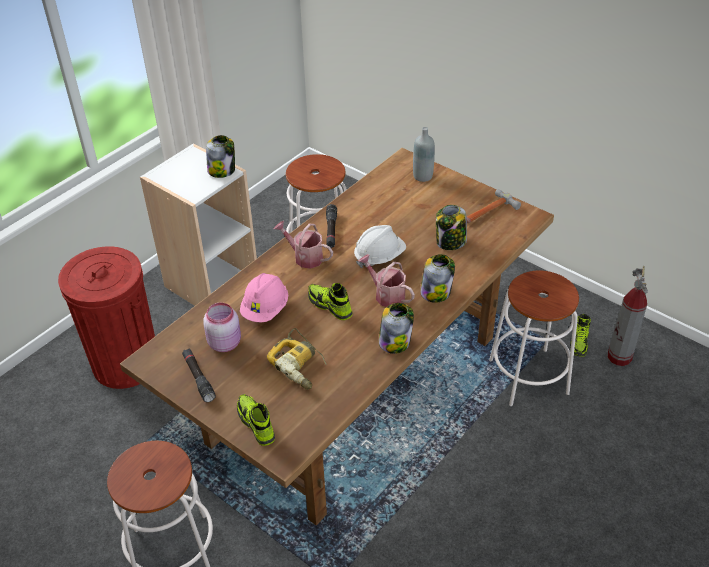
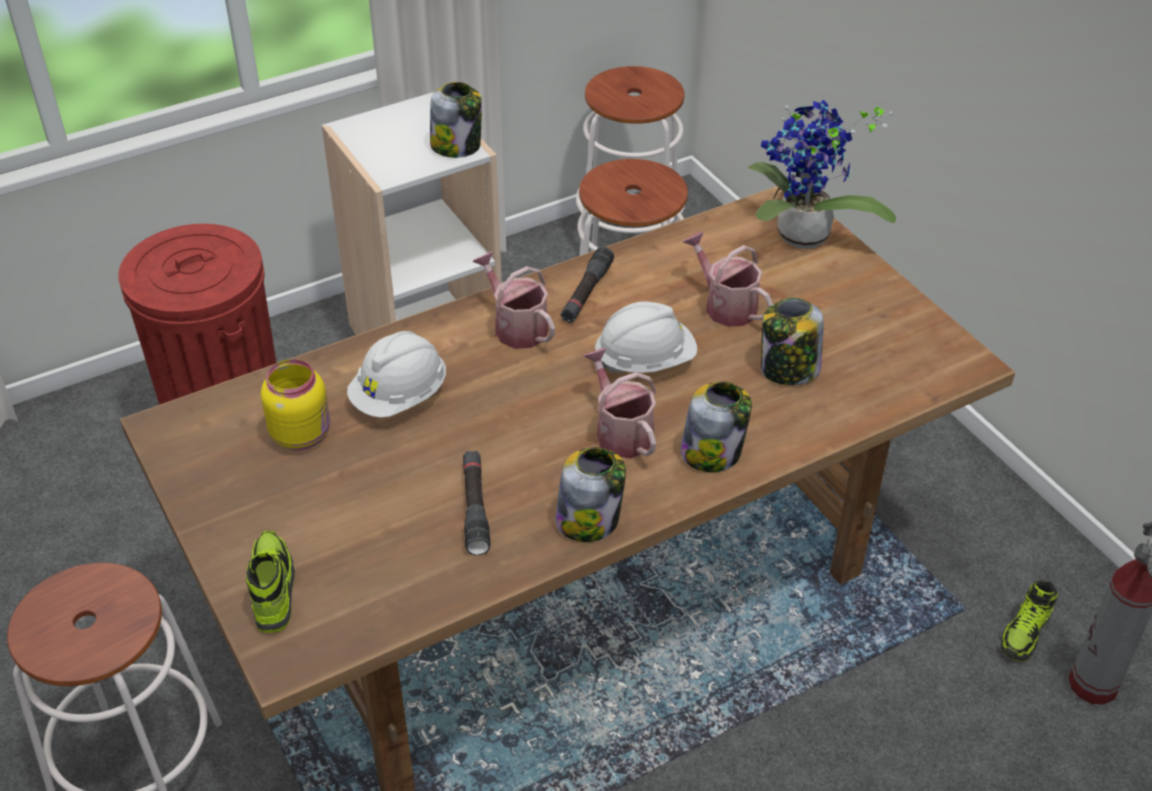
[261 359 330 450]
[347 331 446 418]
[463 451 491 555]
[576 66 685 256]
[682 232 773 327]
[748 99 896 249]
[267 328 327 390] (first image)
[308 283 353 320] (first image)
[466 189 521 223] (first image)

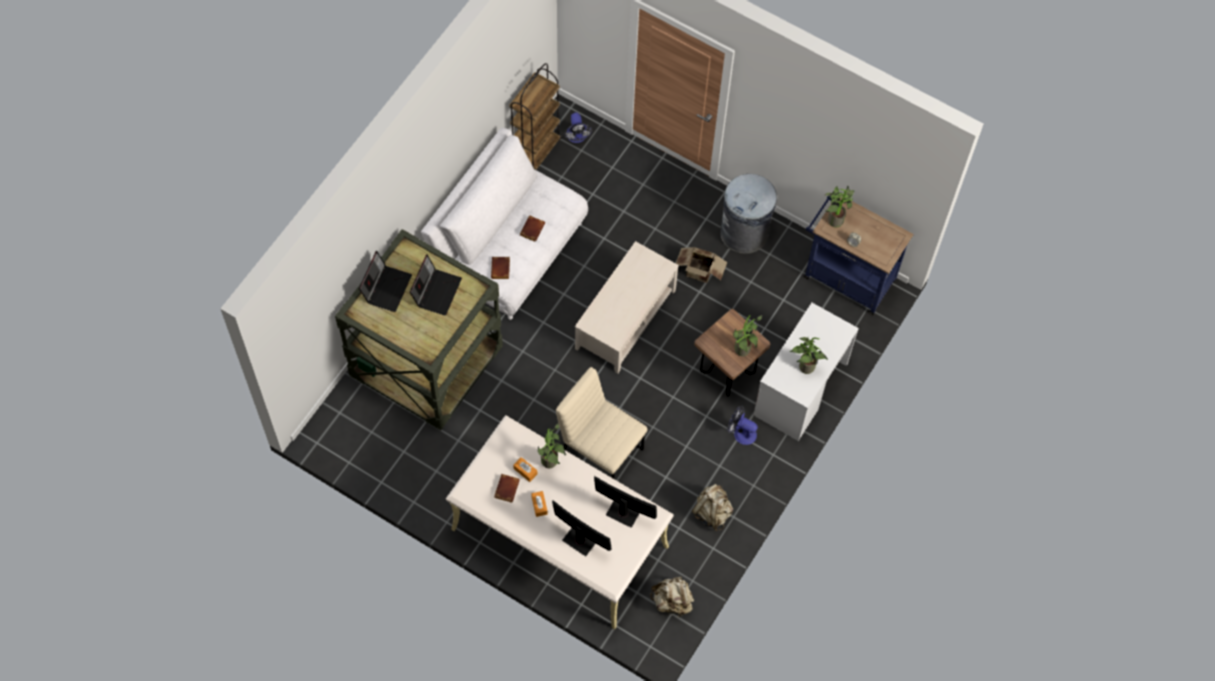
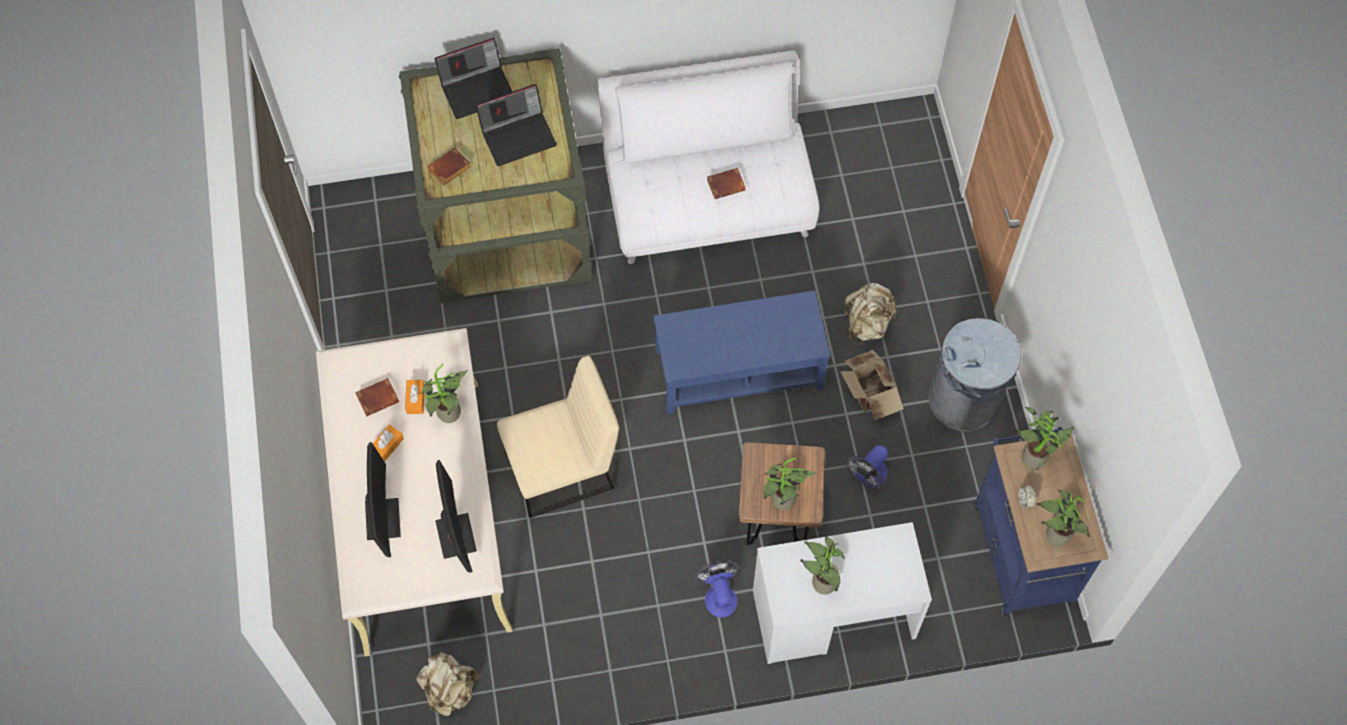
[427 147 471 186]
[497 355 619 518]
[653 291 830 414]
[845 283 897 345]
[846 445 888 488]
[1037 490 1090 547]
[509 63 562 170] (first image)

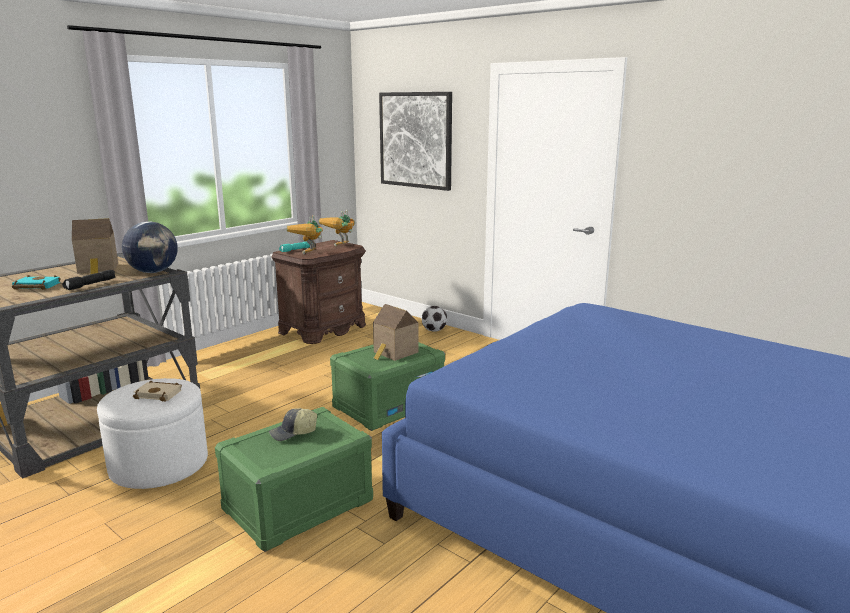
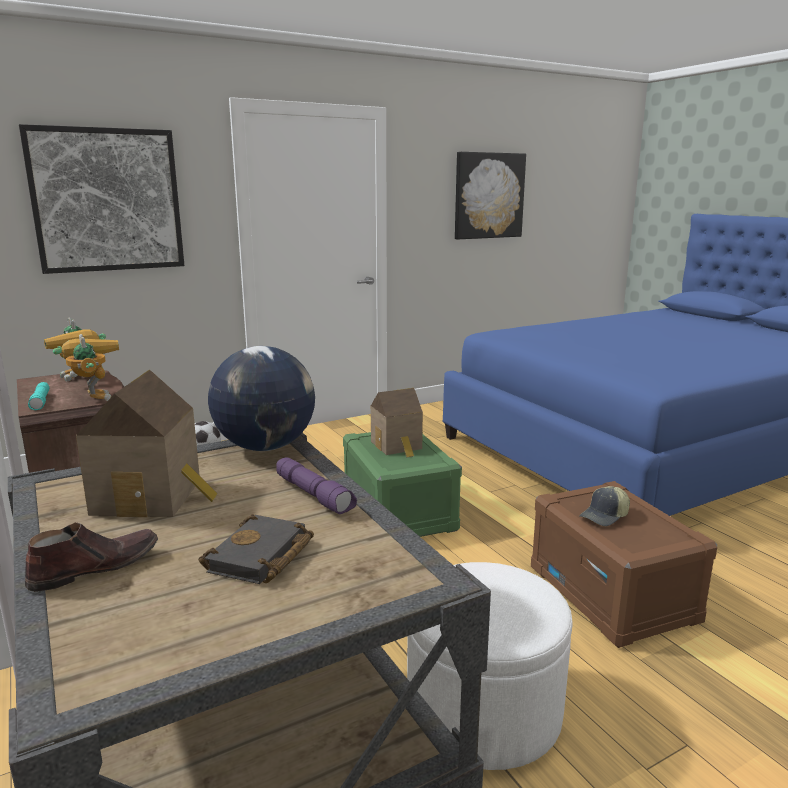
[25 522 158 592]
[53 334 119 401]
[199 514 314 584]
[276 457 357 514]
[455 152 526 239]
[531 481 717 648]
[579 486 630 526]
[133 380 182 402] (first image)

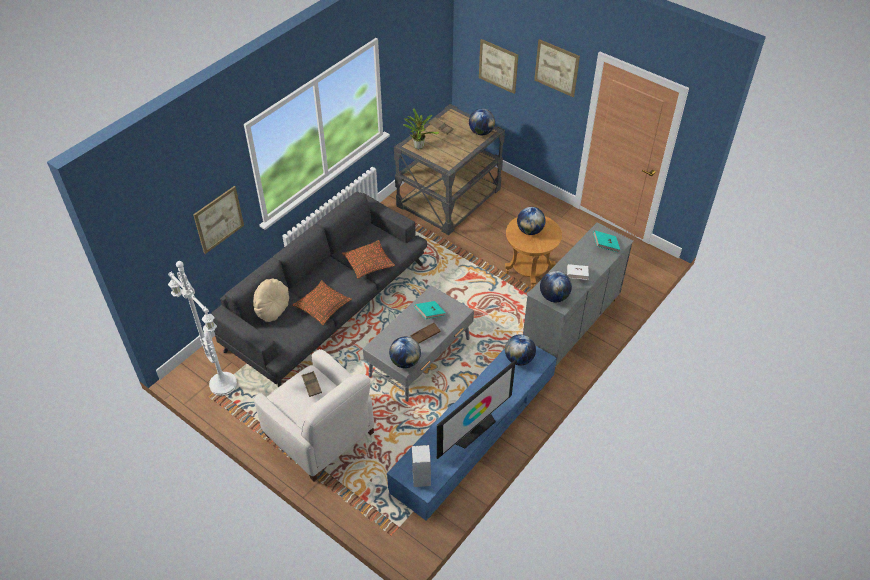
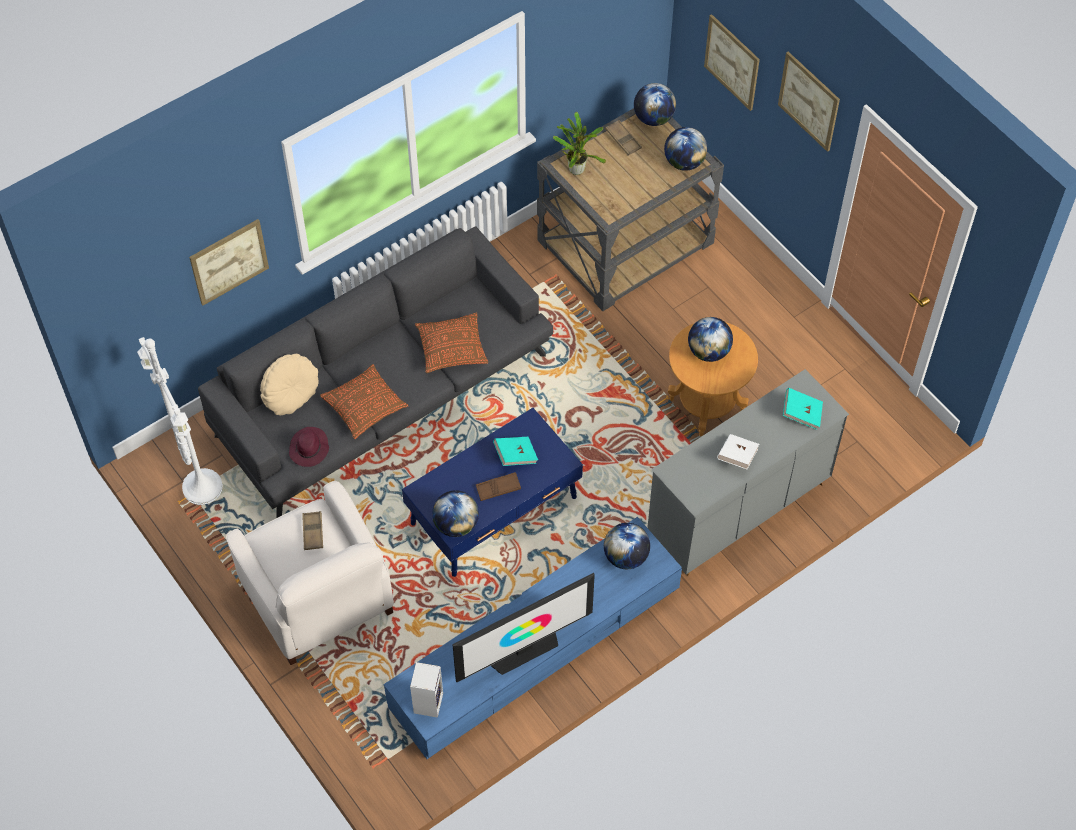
[289 427 329 467]
[402 408 583 577]
[634 83 676 126]

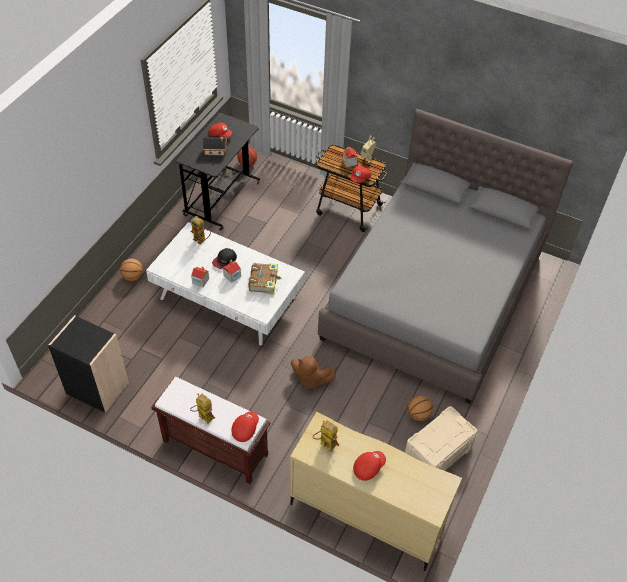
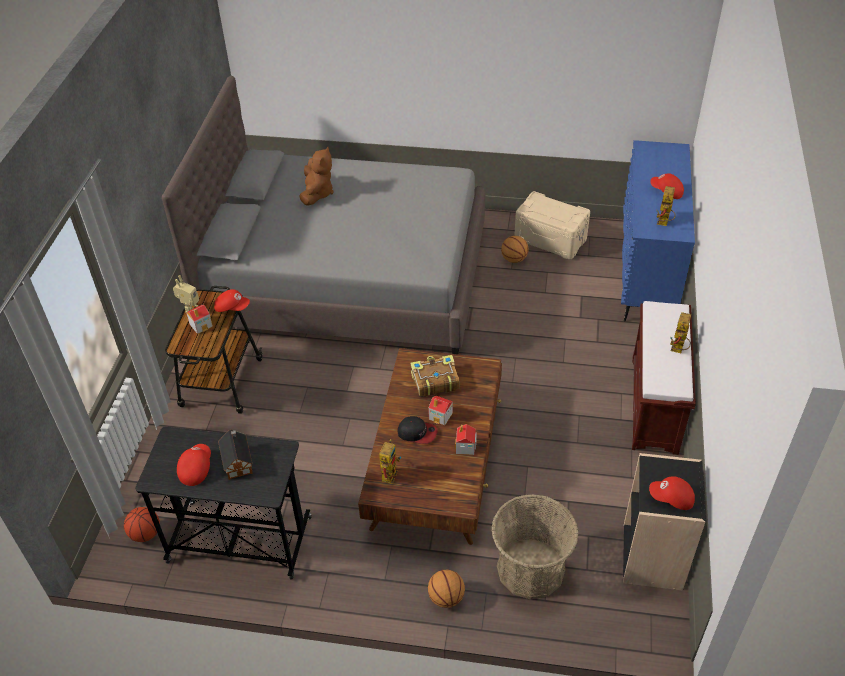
[299 147 333 206]
[358 348 502 545]
[491 494 579 599]
[621 140 695 321]
[649 476 695 510]

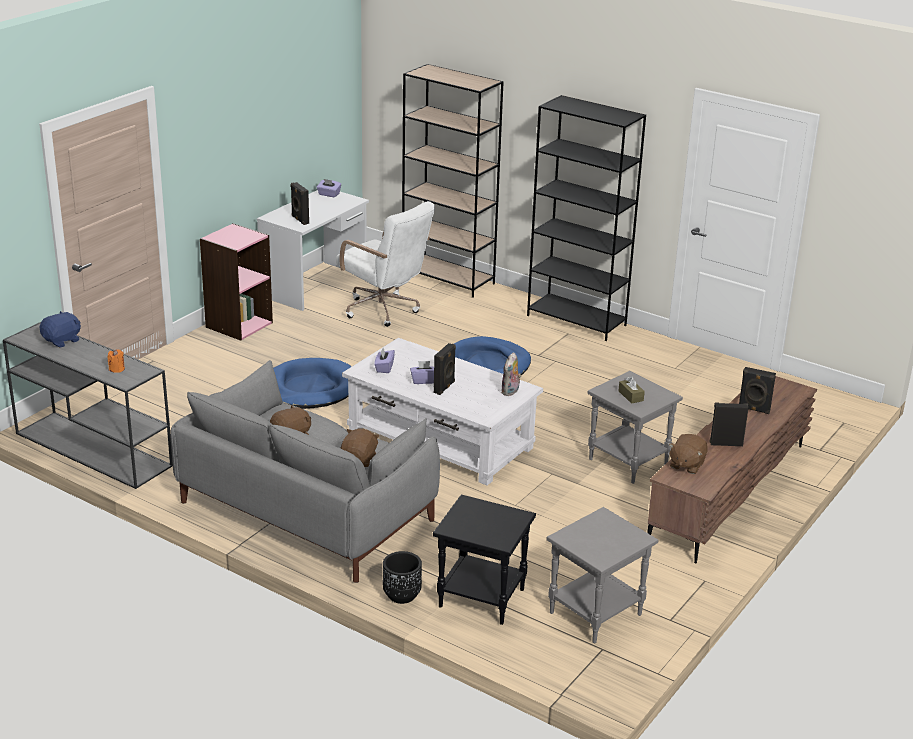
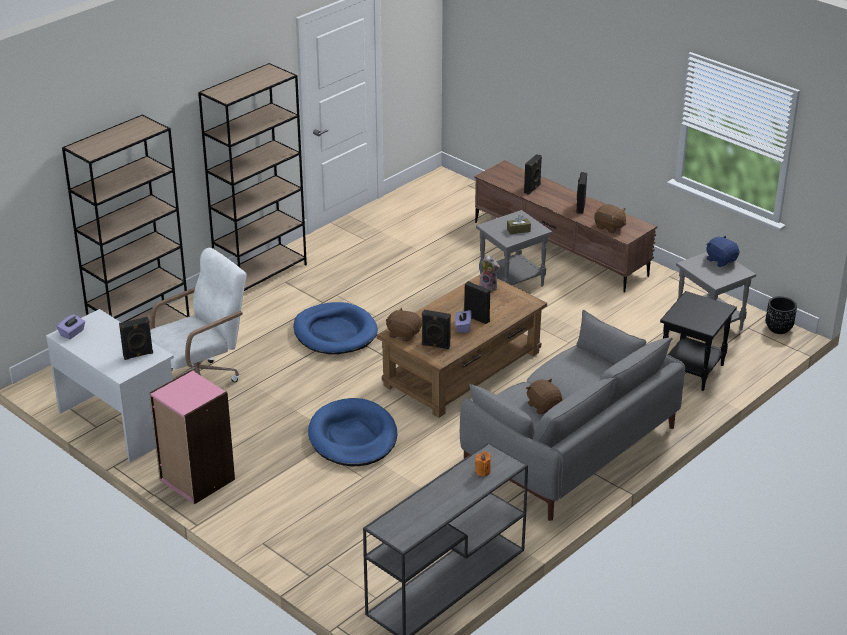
[198 63 307 291]
[376 274 547 418]
[386 307 422 342]
[422 310 451 350]
[706 236 739 267]
[765 296 797 334]

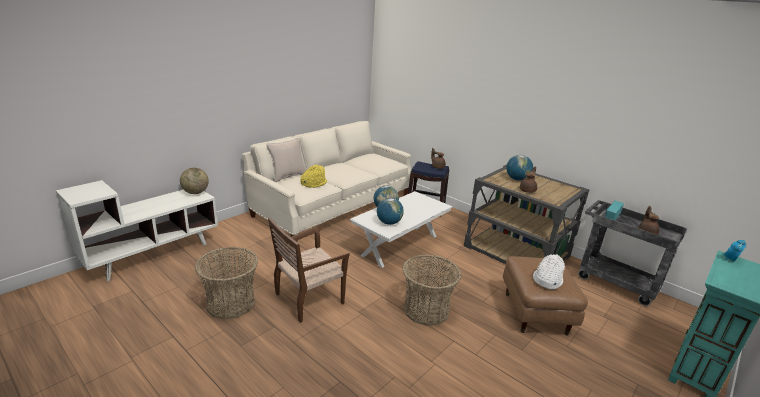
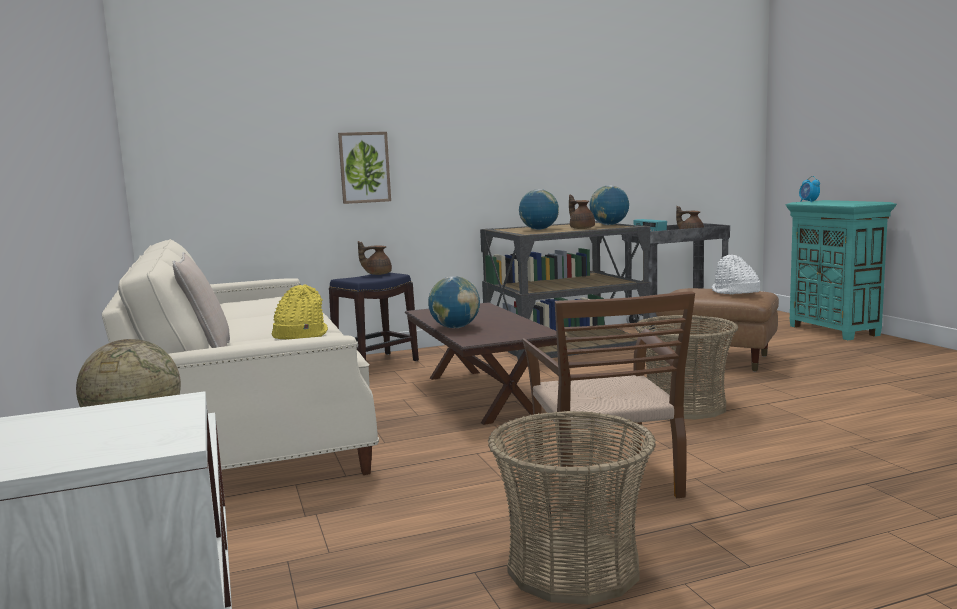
[338 132 391 204]
[405 302 566 425]
[590 185 629 225]

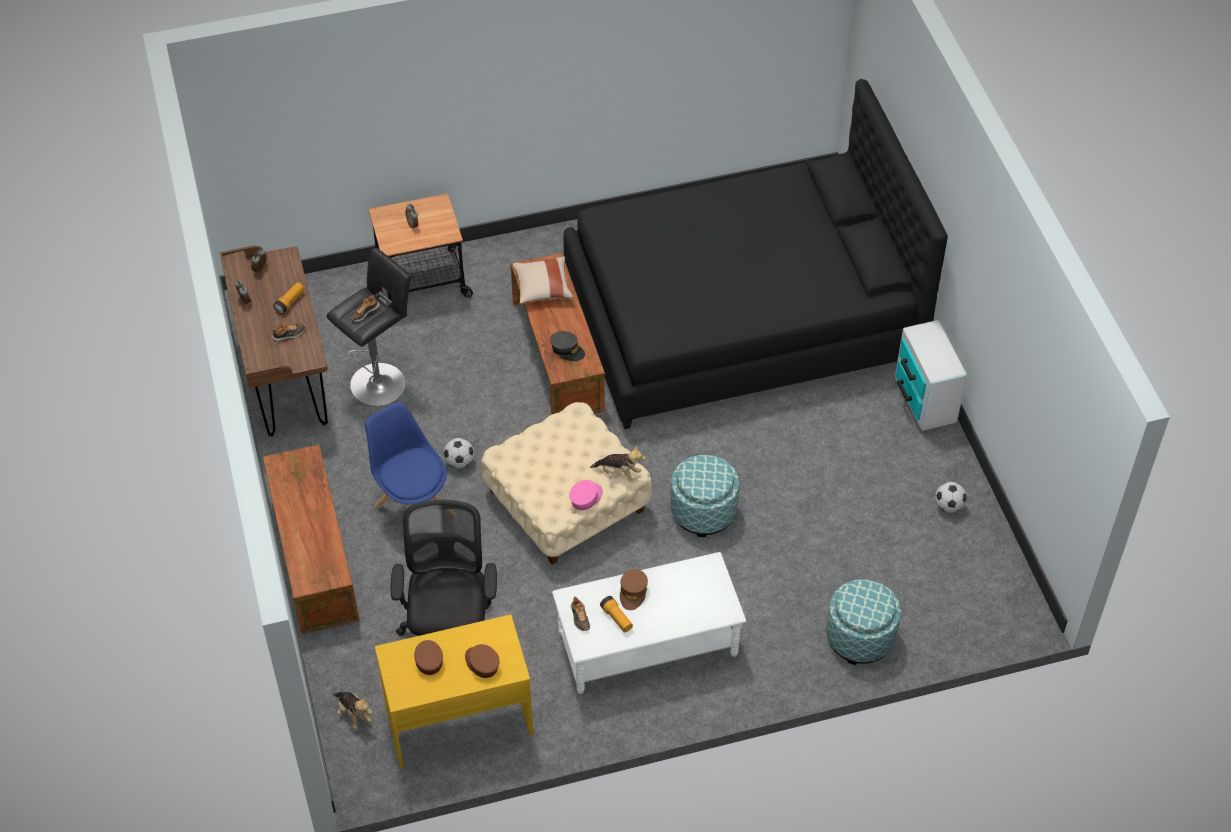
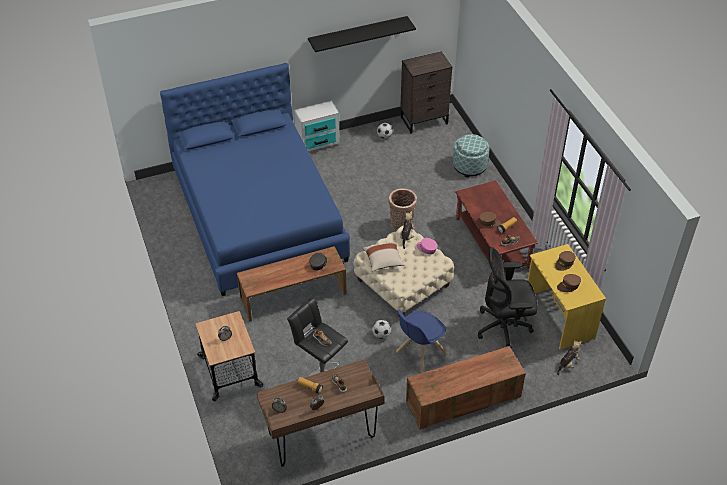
[160 63 350 296]
[308 16 416 52]
[363 241 404 272]
[389 188 417 231]
[400 51 452 133]
[455 181 538 279]

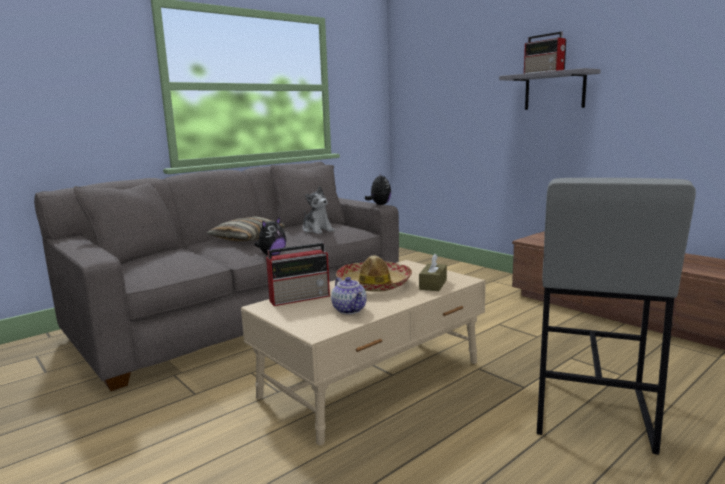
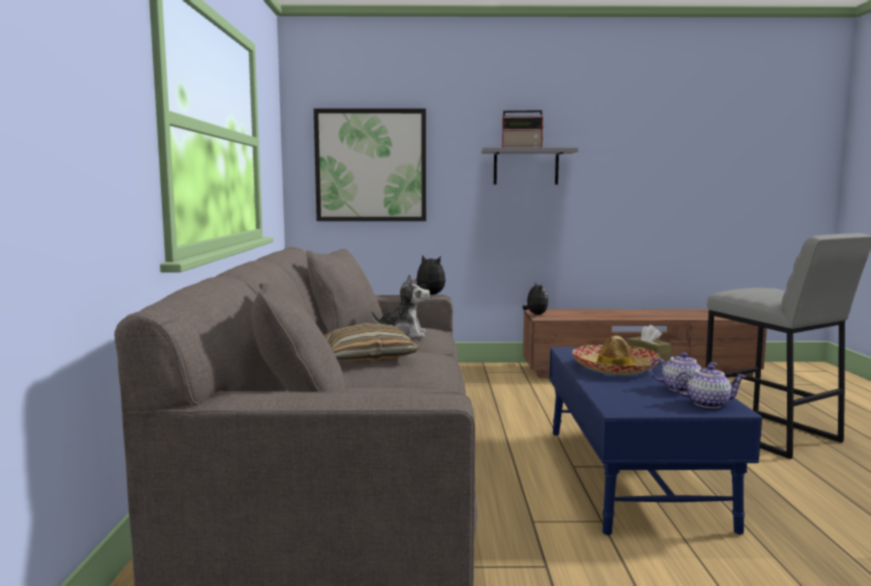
[314 108 426 221]
[523 283 549 315]
[549 347 762 535]
[673 364 746 408]
[266 243 330 306] (first image)

